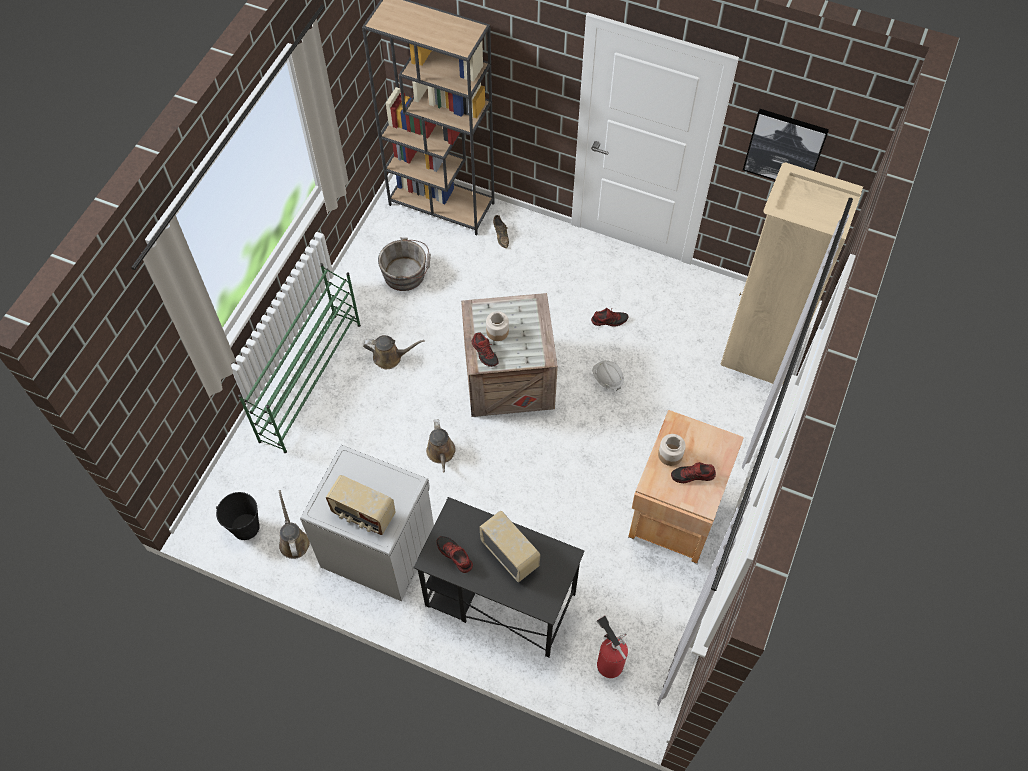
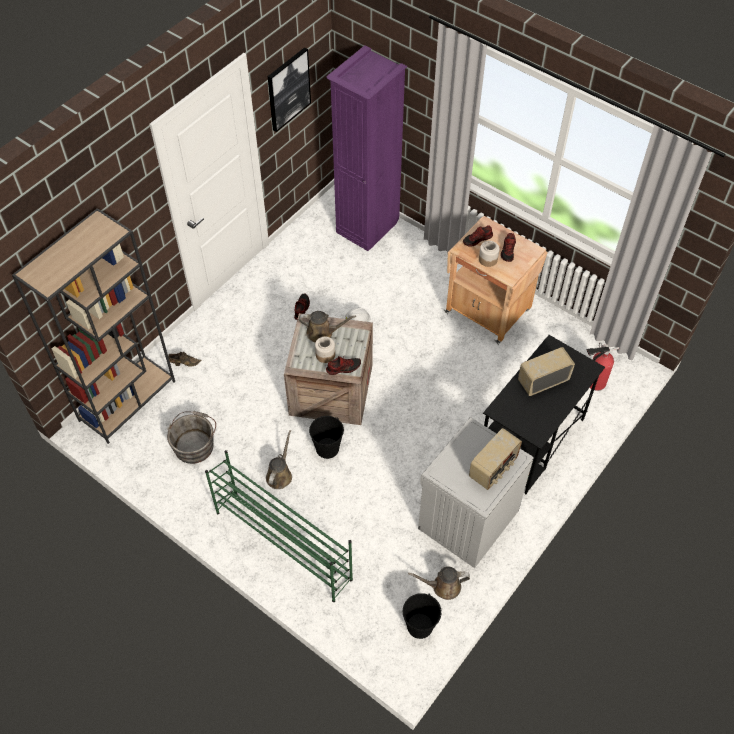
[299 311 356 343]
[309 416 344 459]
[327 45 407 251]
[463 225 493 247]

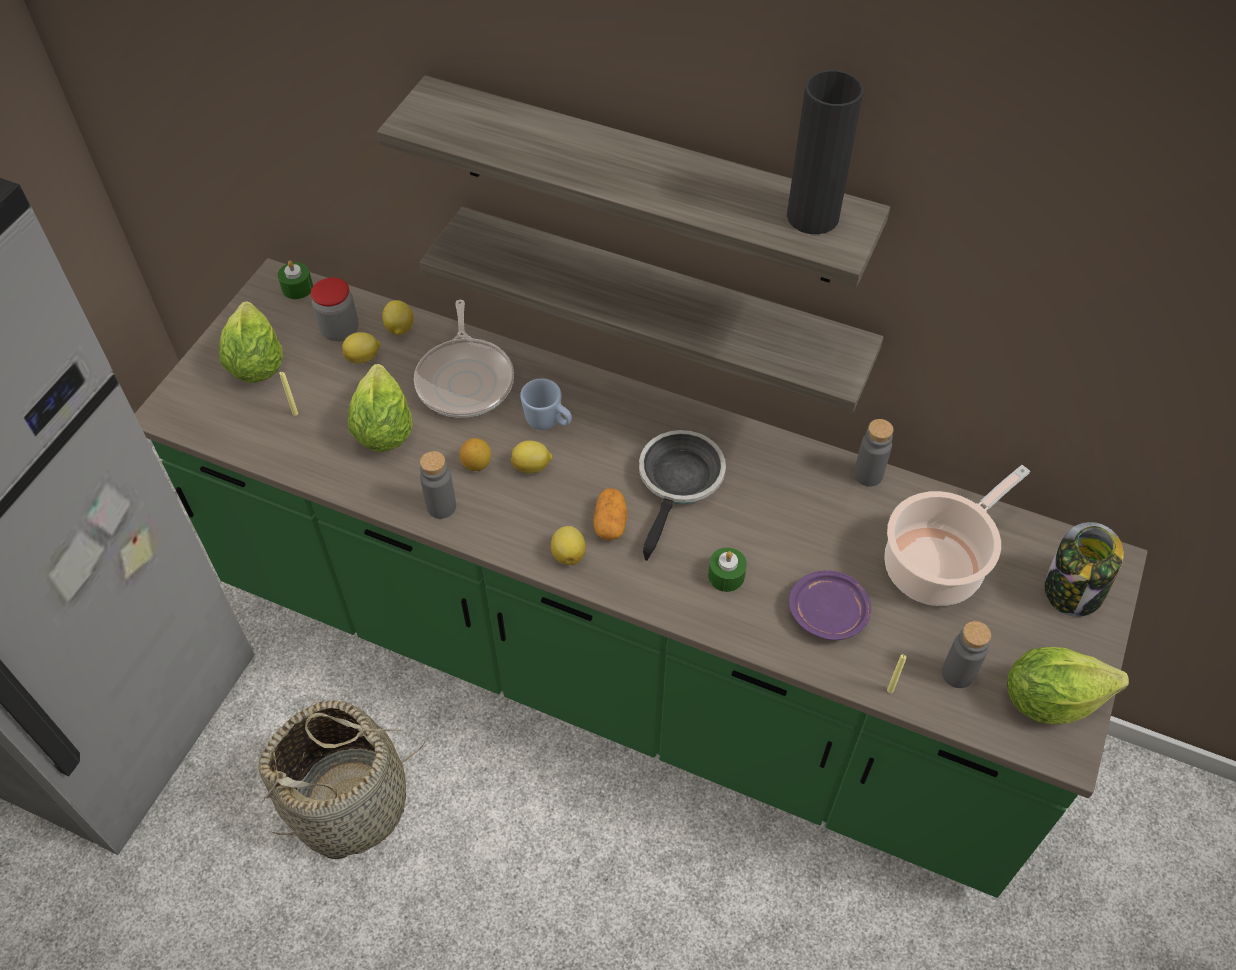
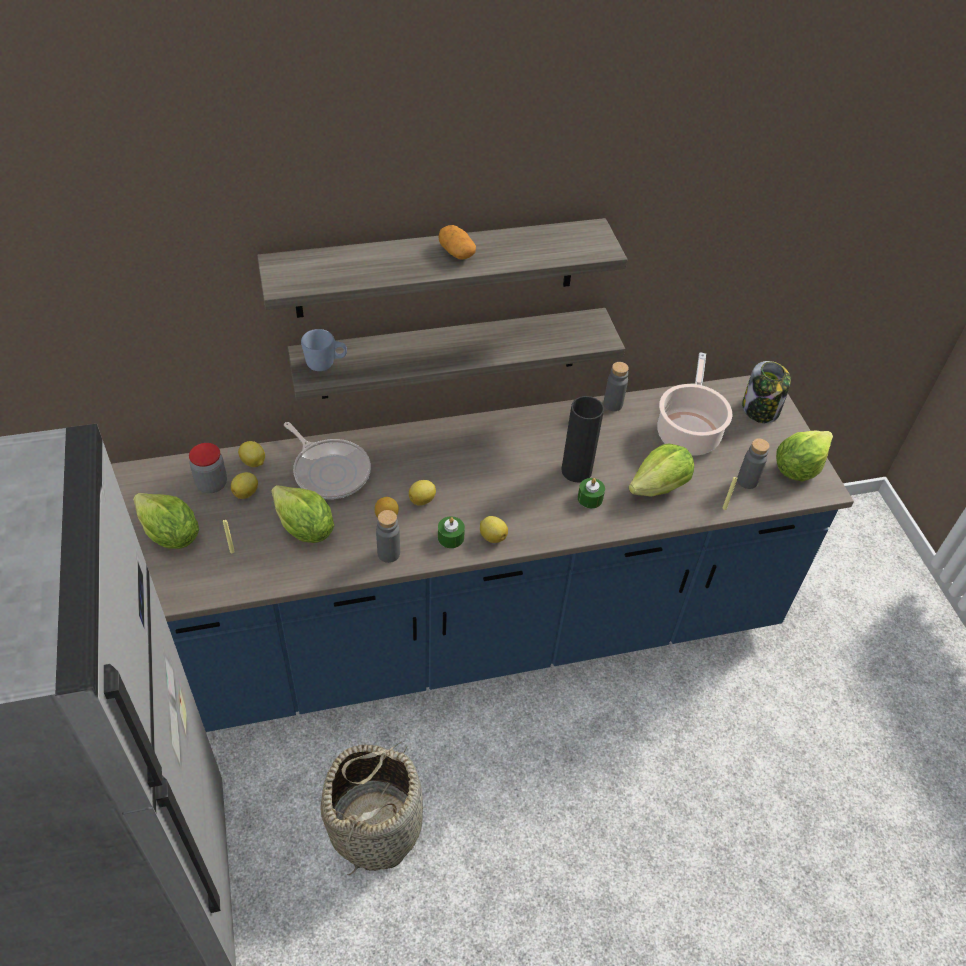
[111 375 854 732]
[301 329 347 371]
[438 225 476 260]
[438 516 465 548]
[561 396 604 482]
[628 443 694 497]
[639 430 726 561] (first image)

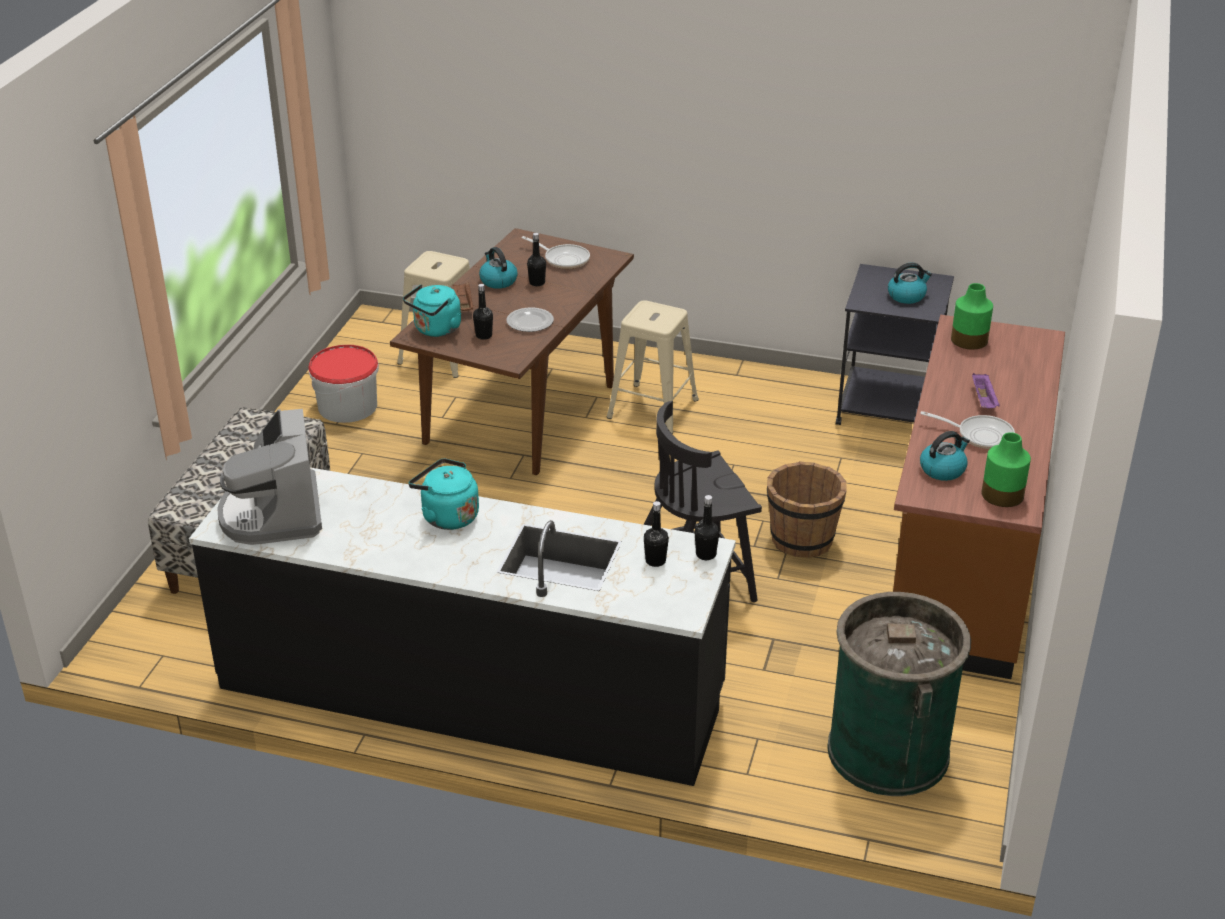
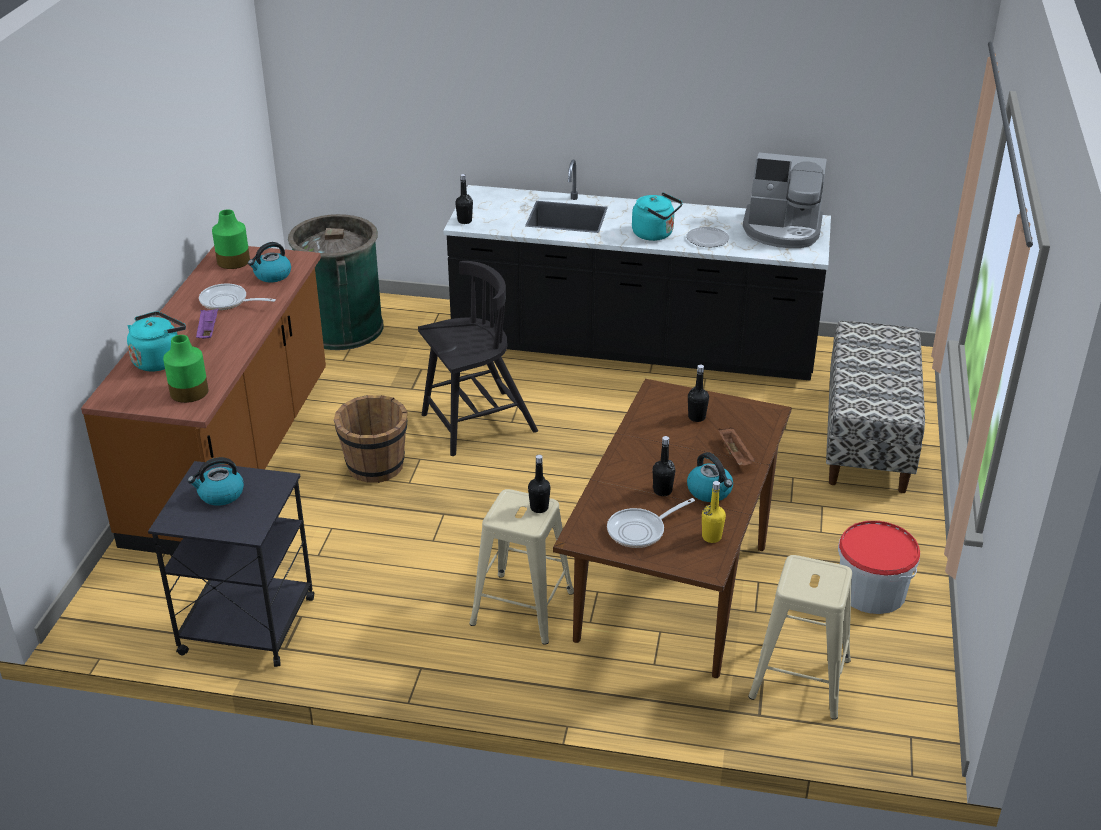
[127 311 186 371]
[528 455 551 513]
[607 498 695 548]
[686 227 729 247]
[702 481 726 543]
[743 153 827 248]

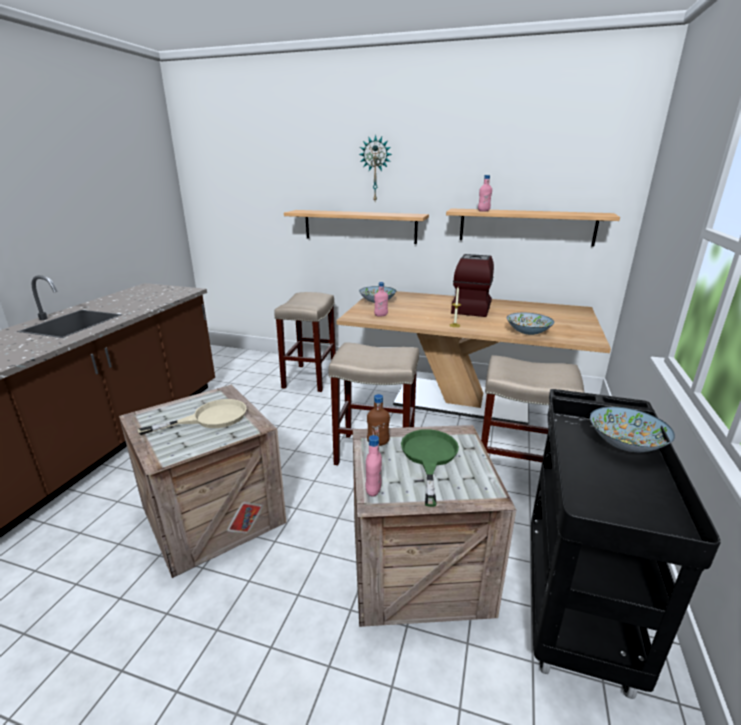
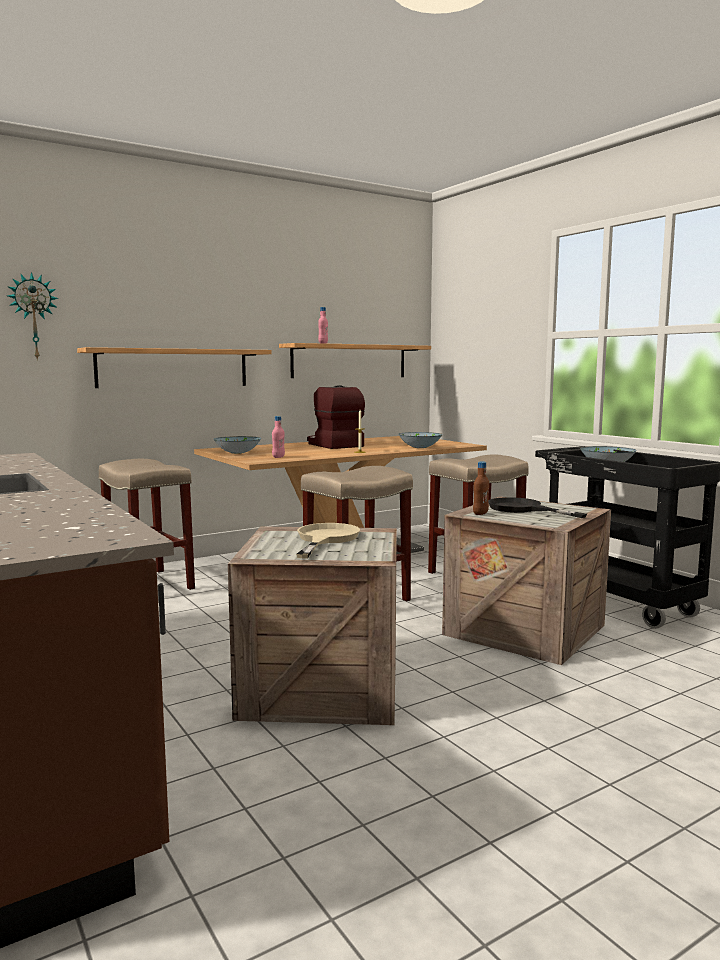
[7 272 59 361]
[488 497 587 518]
[366 435 382 497] (first image)

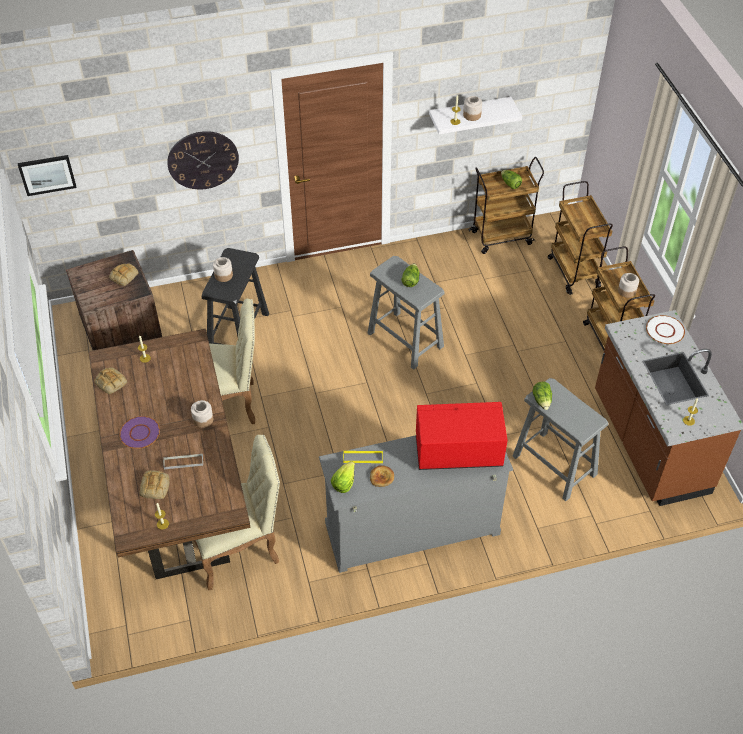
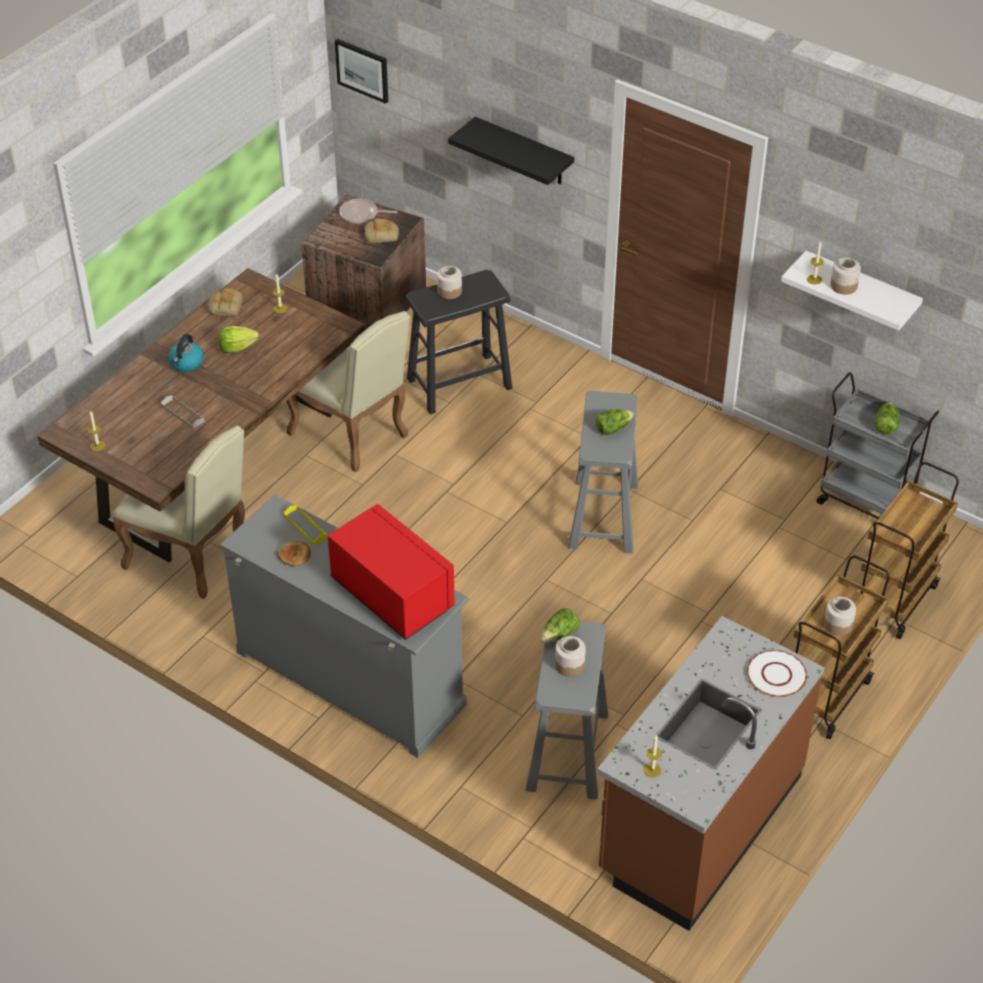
[168 334 204 372]
[219 326 259 353]
[339 199 398 224]
[448 117 574 185]
[555 636 586 676]
[816 372 939 519]
[140 470 169 499] (first image)

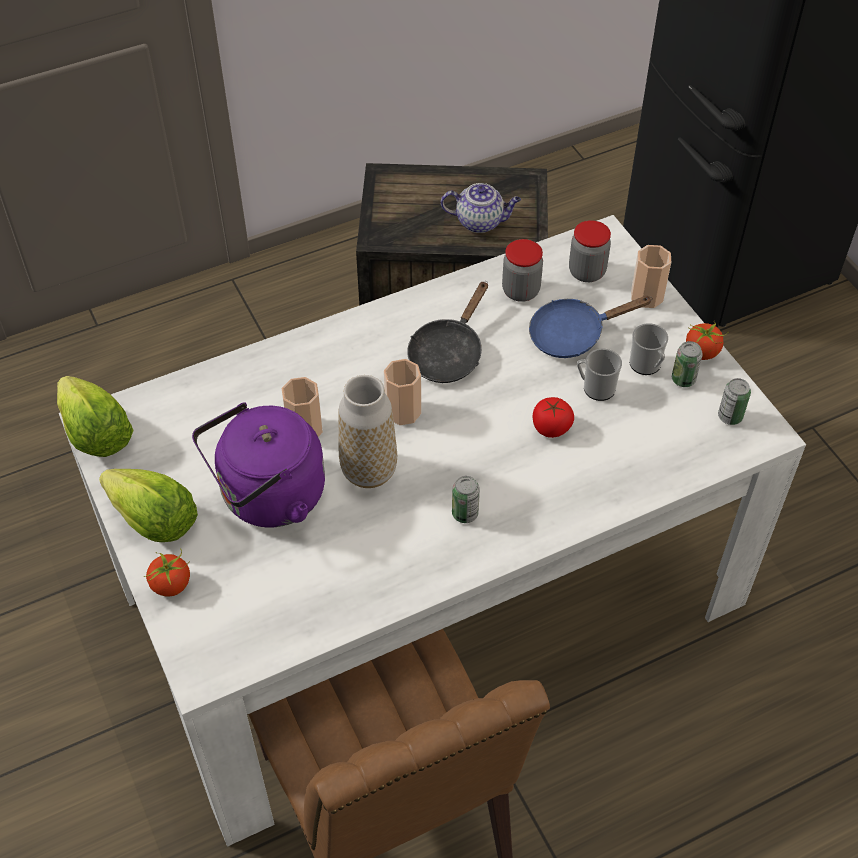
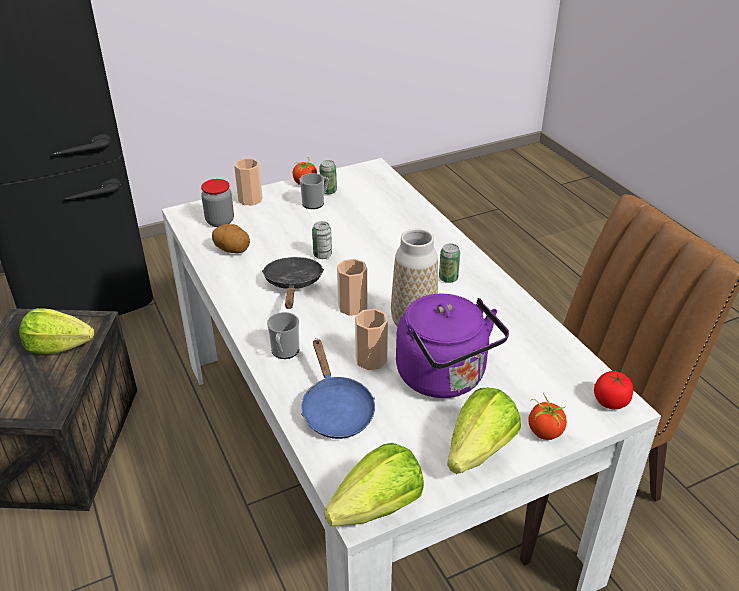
[19 308 94 354]
[212 224 250 253]
[262 257 324 309]
[267 312 300 359]
[301 338 375 439]
[312 221 332 259]
[594 371 633 409]

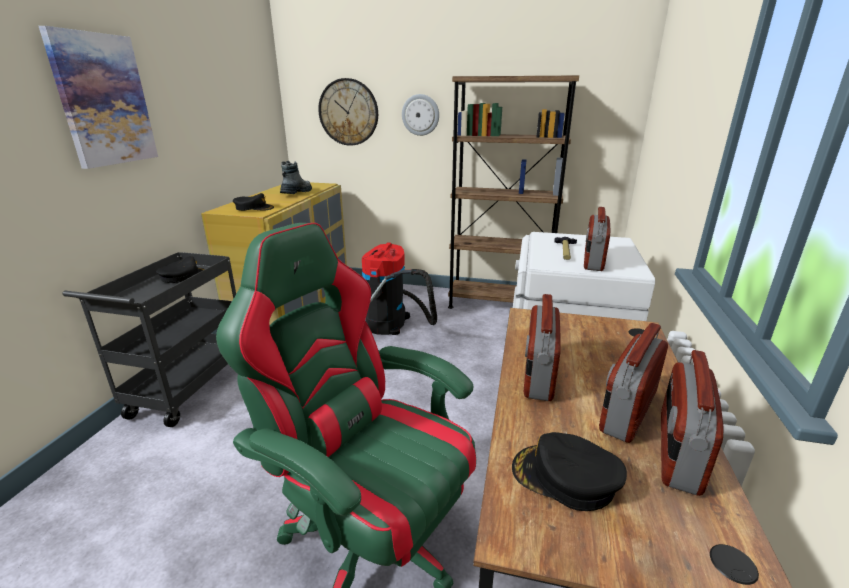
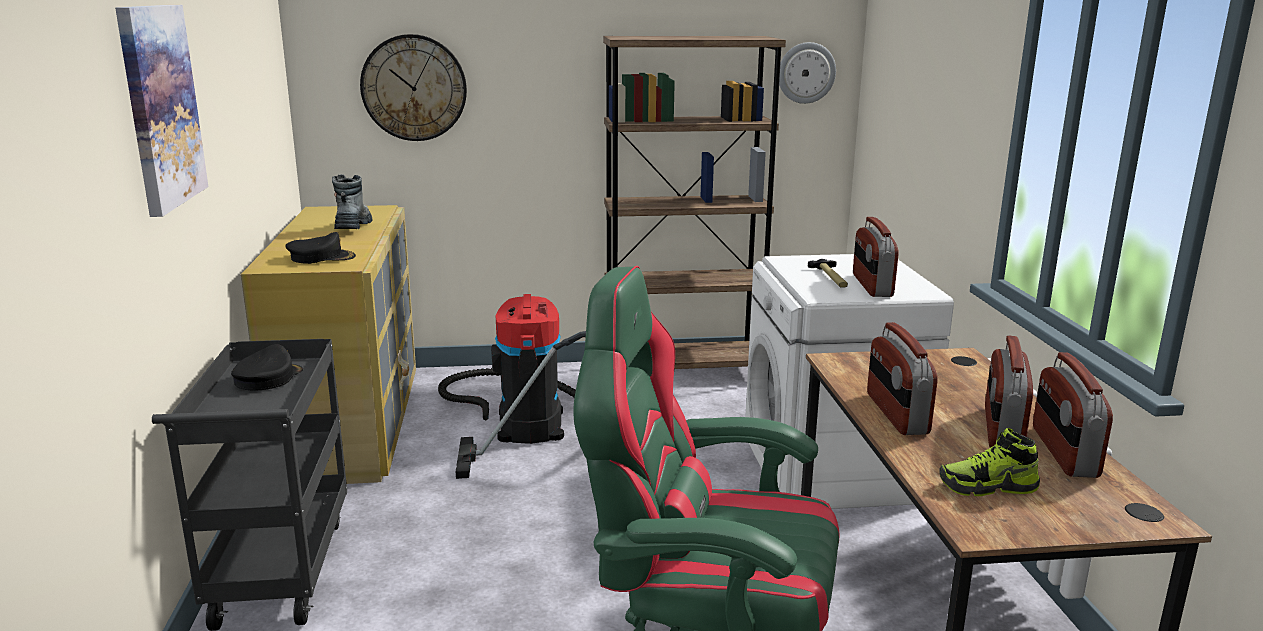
[779 42 836 104]
[939 428 1040 496]

